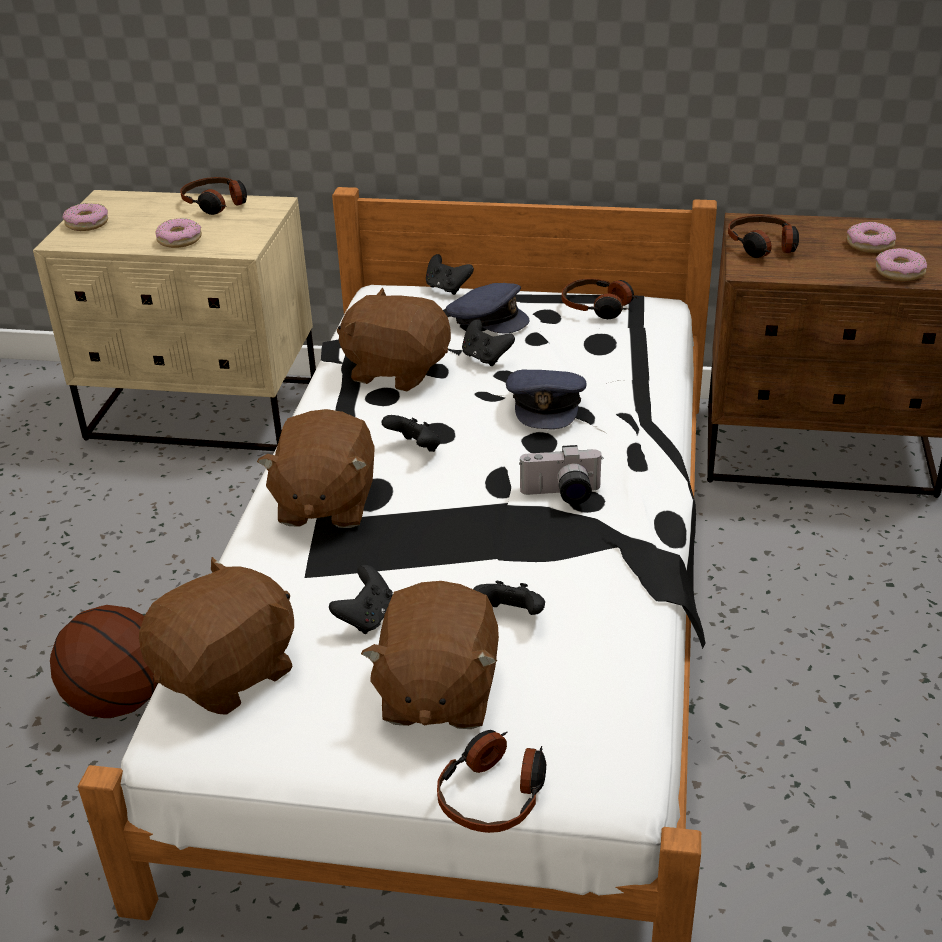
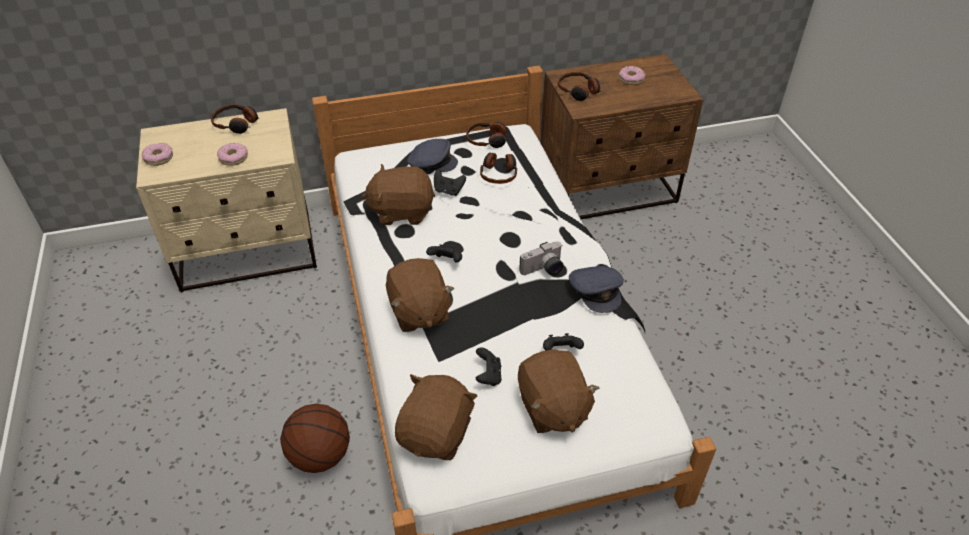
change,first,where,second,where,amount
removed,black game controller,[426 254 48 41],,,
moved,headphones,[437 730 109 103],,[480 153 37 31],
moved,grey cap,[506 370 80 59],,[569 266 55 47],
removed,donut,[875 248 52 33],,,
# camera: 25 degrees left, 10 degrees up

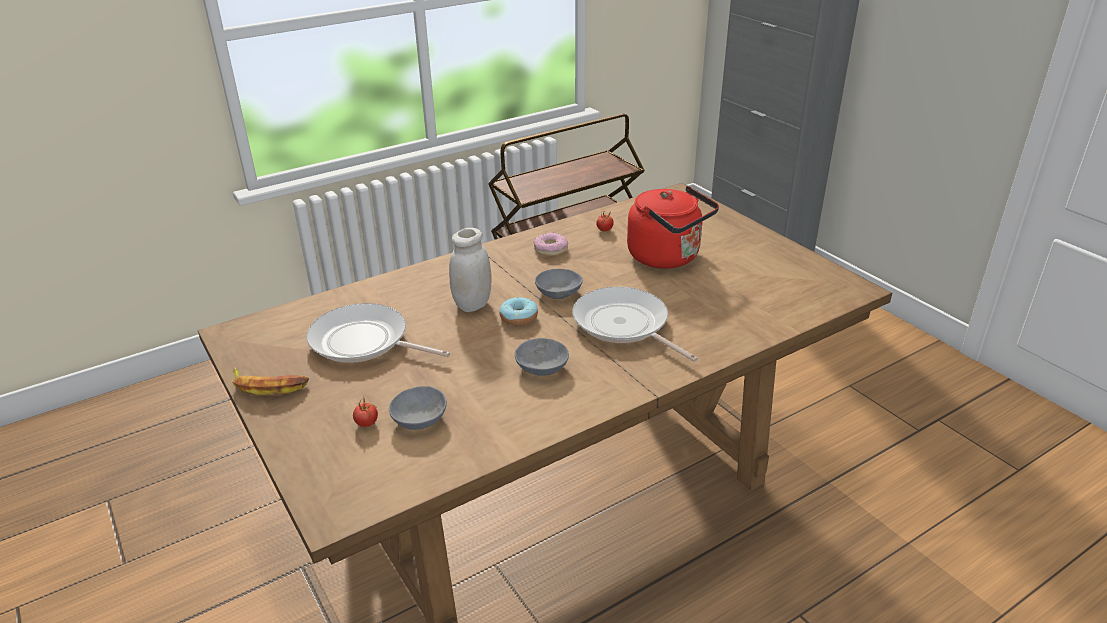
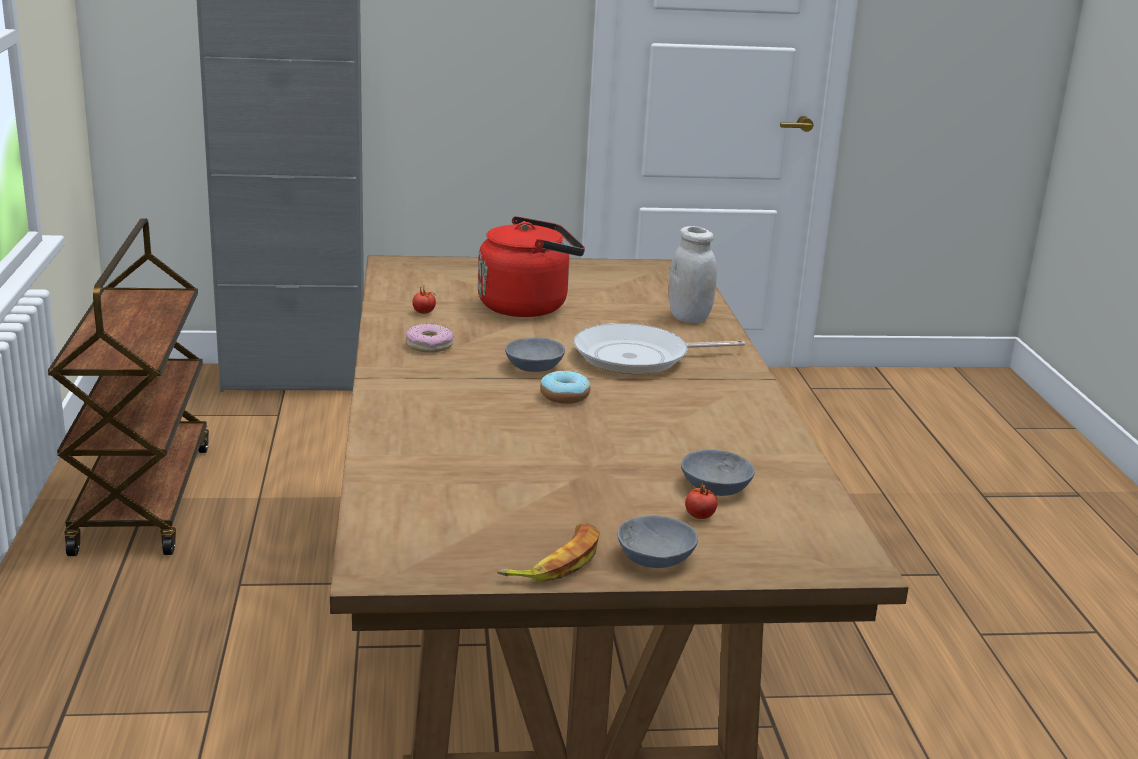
change,first,where,second,where,amount
removed,frying pan,[306 303 144 60],,,
moved,white jar,[449 228 42 84],,[669 226 48 97],
moved,grey bowl,[515 338 54 38],,[617 515 81 53],
# camera: 65 degrees left, 10 degrees down

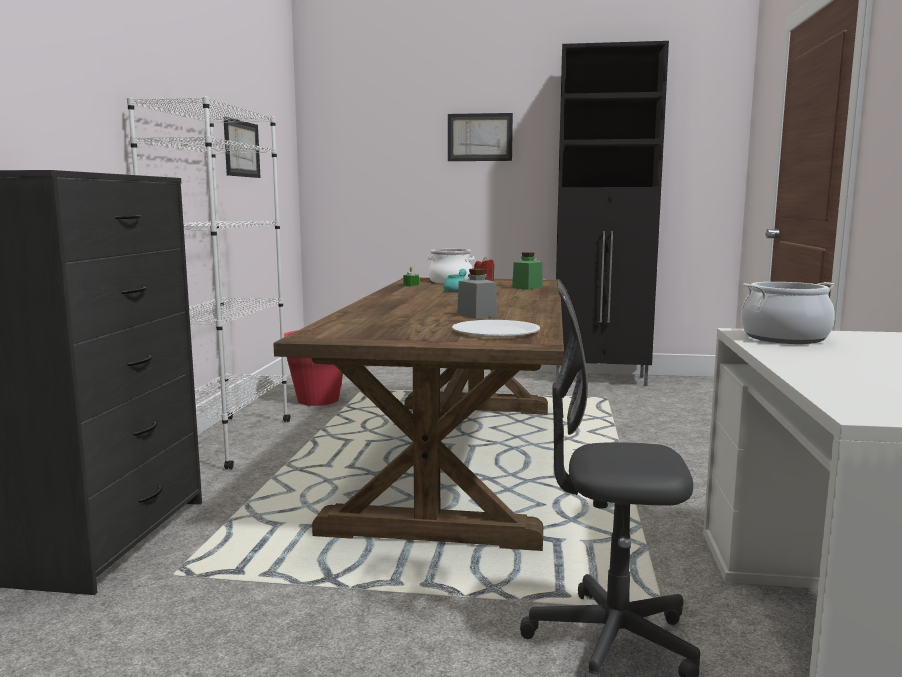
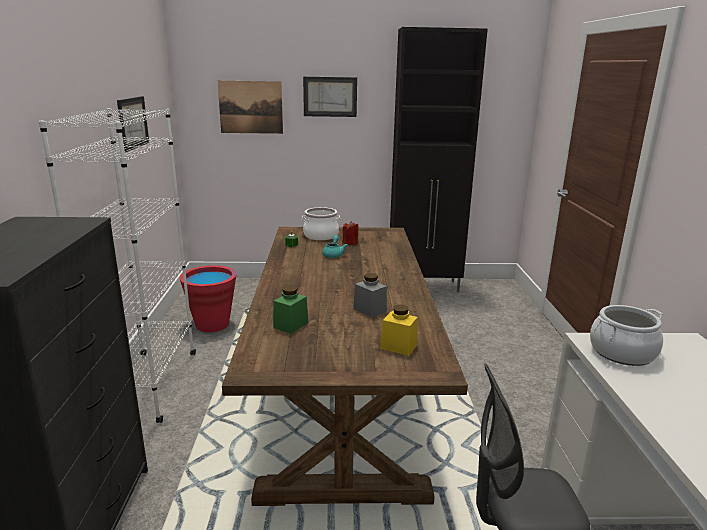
change,first,where,second,where,amount
replaced,white plate,[452 320 88 18],yellow jar,[380 305 38 51],
moved,green jar,[512 252 31 38],,[273 286 35 48],
added,,,picture,[218 81 65 53],
# camera: 10 degrees left, 10 degrees up

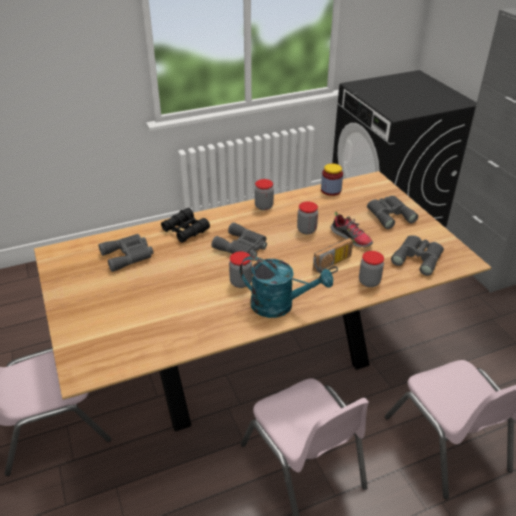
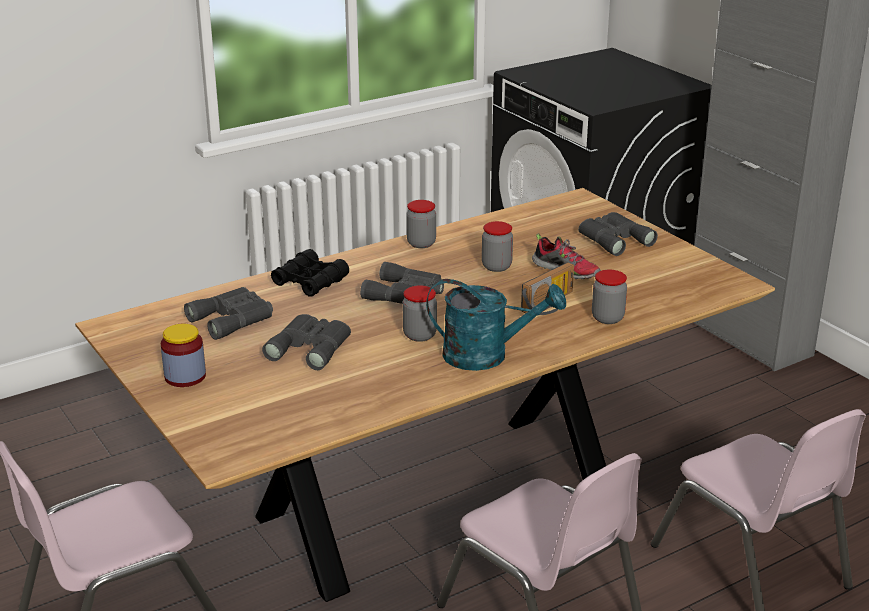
change,first,where,second,where,amount
moved,jar,[321 163 22 33],,[161 324 45 63],
moved,grey binoculars,[391 235 53 41],,[262 314 89 56],
# camera: 10 degrees left, 10 degrees down

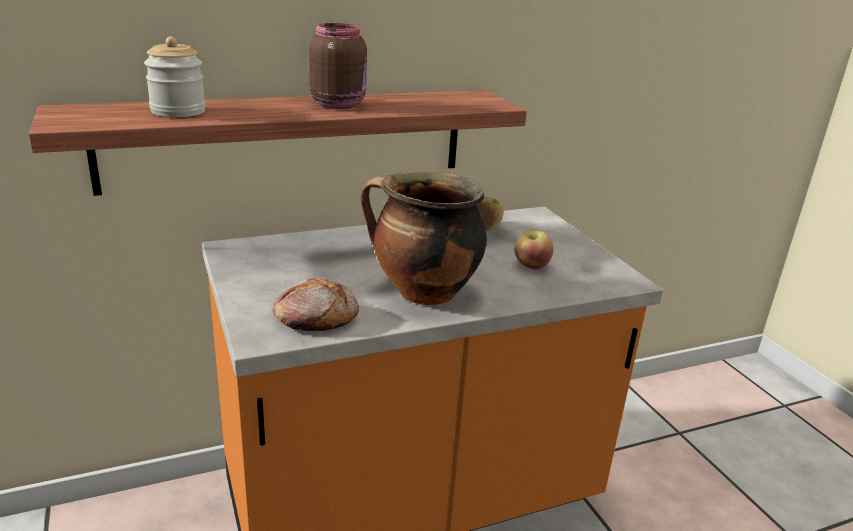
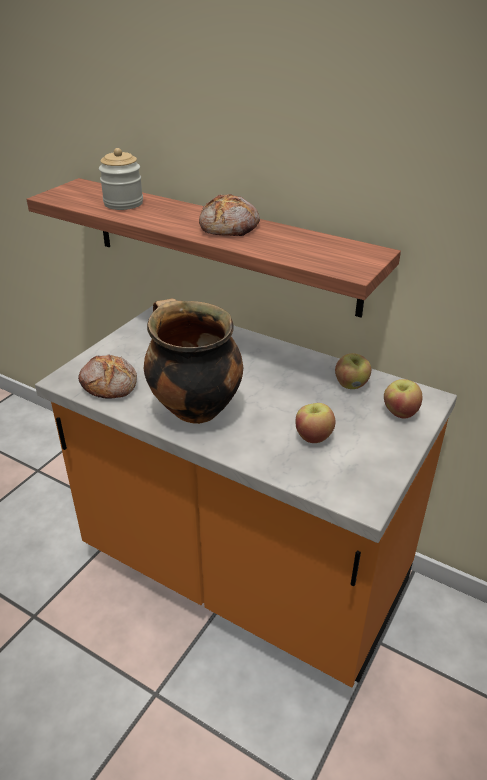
change,first,where,second,where,amount
replaced,brown jar,[309 23 58 86],bread,[199 194 61 42],
added,,,apple,[384 379 38 40],
# camera: 55 degrees right, 10 degrees up

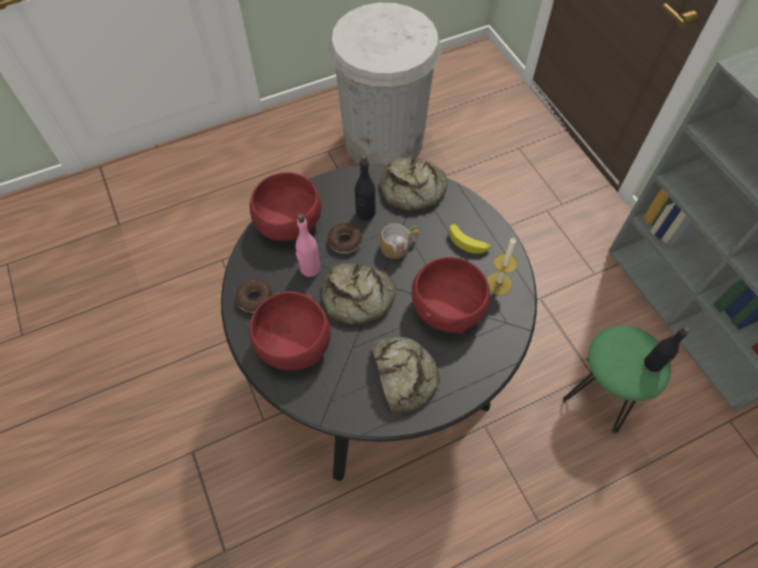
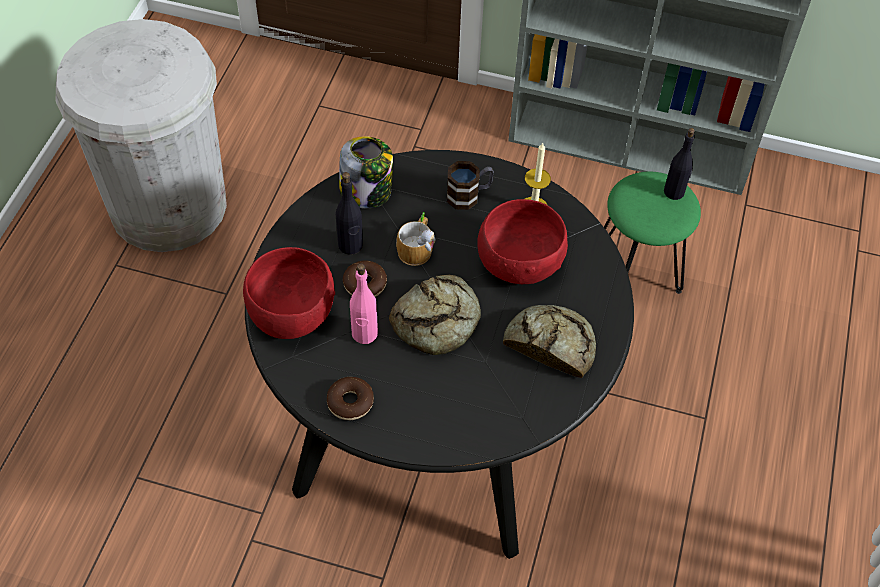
change,first,where,second,where,amount
removed,red bowl,[249 291 82 79],,,
replaced,bread,[381 157 67 54],jar,[339 136 54 73],
replaced,banana,[449 222 43 32],mug,[447 161 47 49],
# camera: 50 degrees left, 5 degrees down

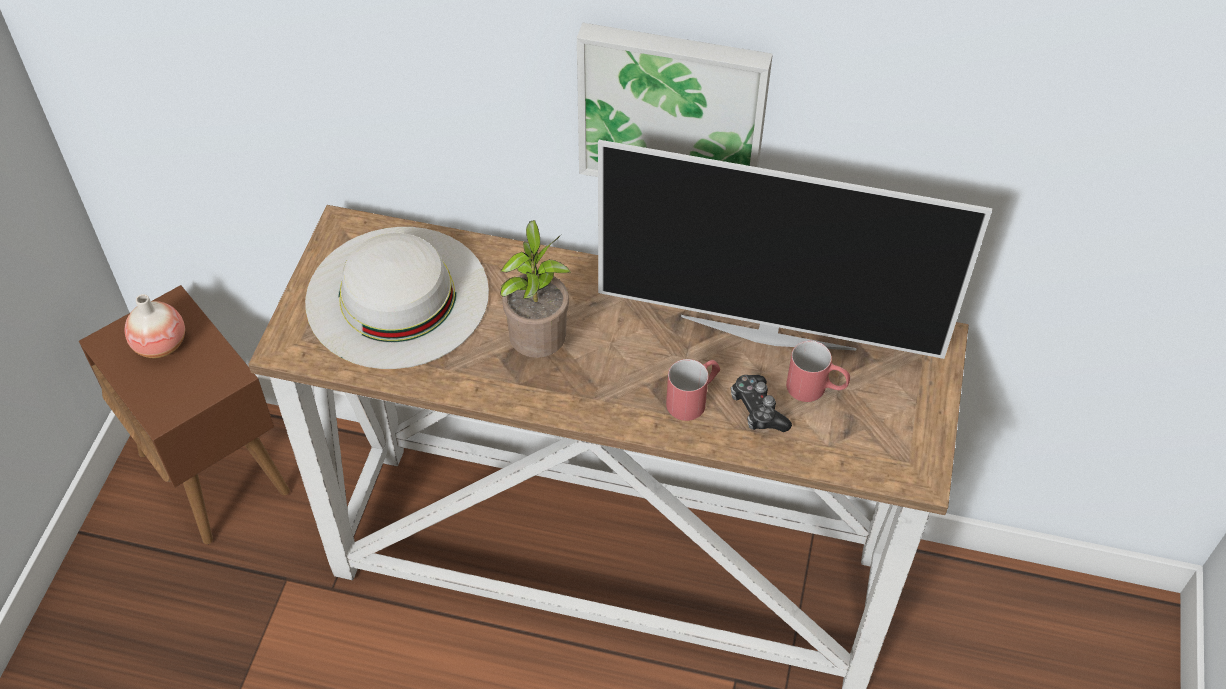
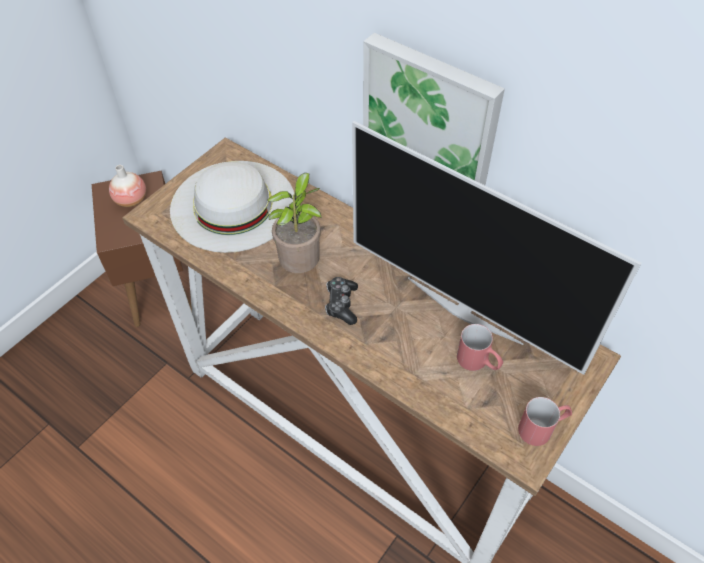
change,first,where,second,where,amount
moved,red mug,[666 359 54 62],,[518 397 54 49],
moved,game controller,[731 375 61 57],,[325 277 33 48],
# camera: 25 degrees right, 0 degrees up

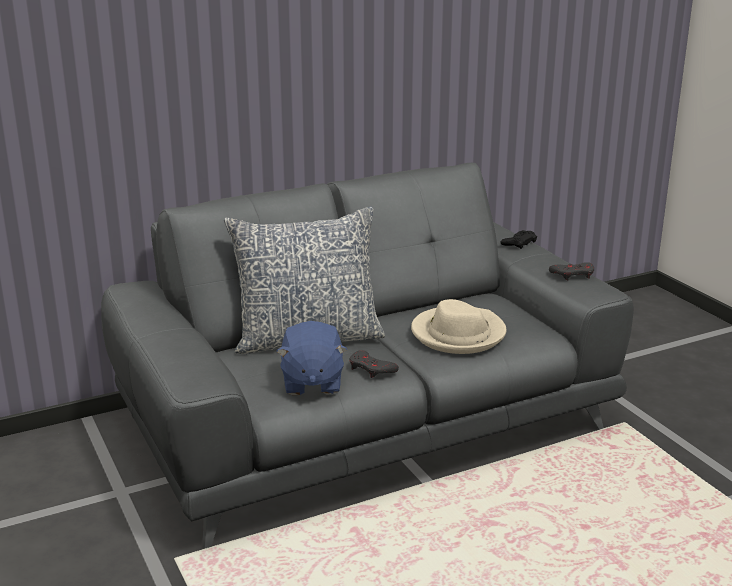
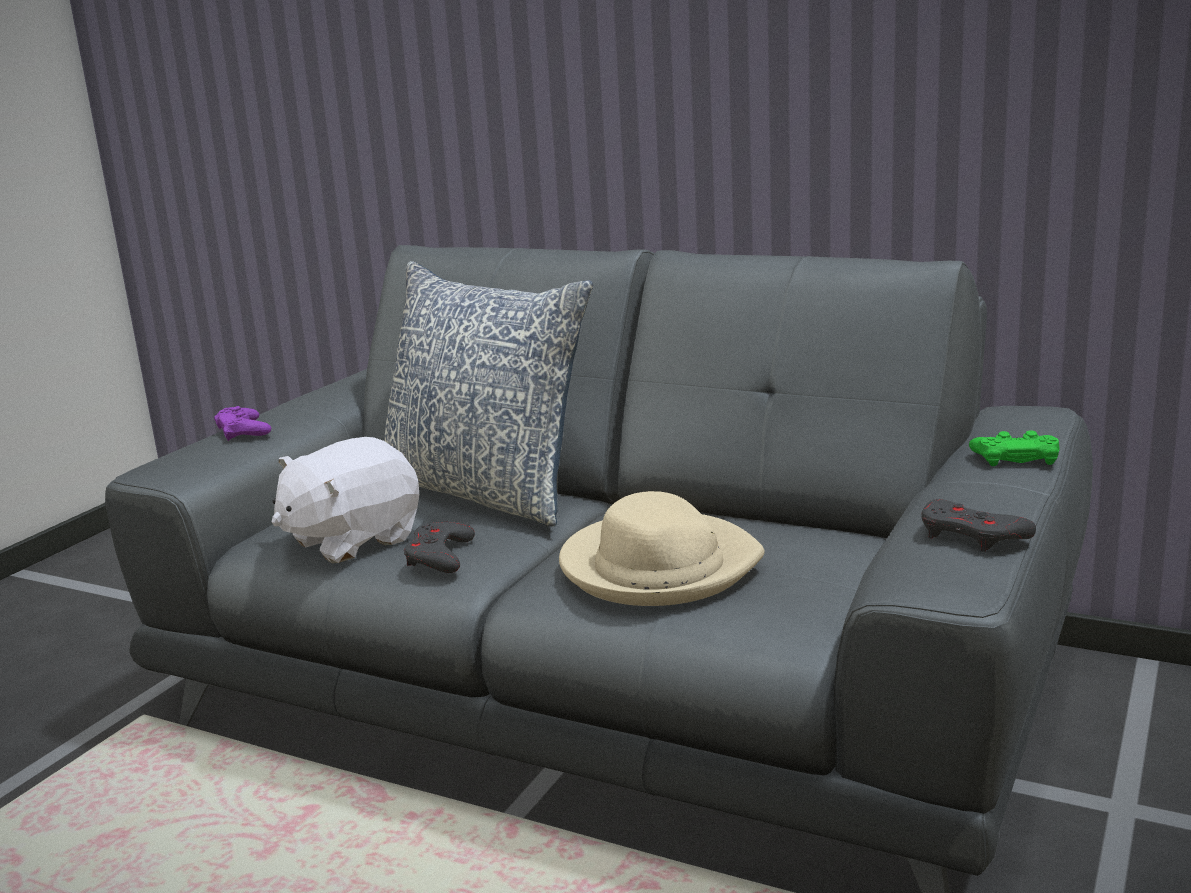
change,first,where,second,where,amount
recoloured,blue plush toy,[276 321 71 74],white plush toy,[272 437 147 127],
recoloured,black game controller,[501 230 36 19],green game controller,[969 430 91 36],
added,,,purple game controller,[214 406 57 35],
# camera: 55 degrees right, 5 degrees down

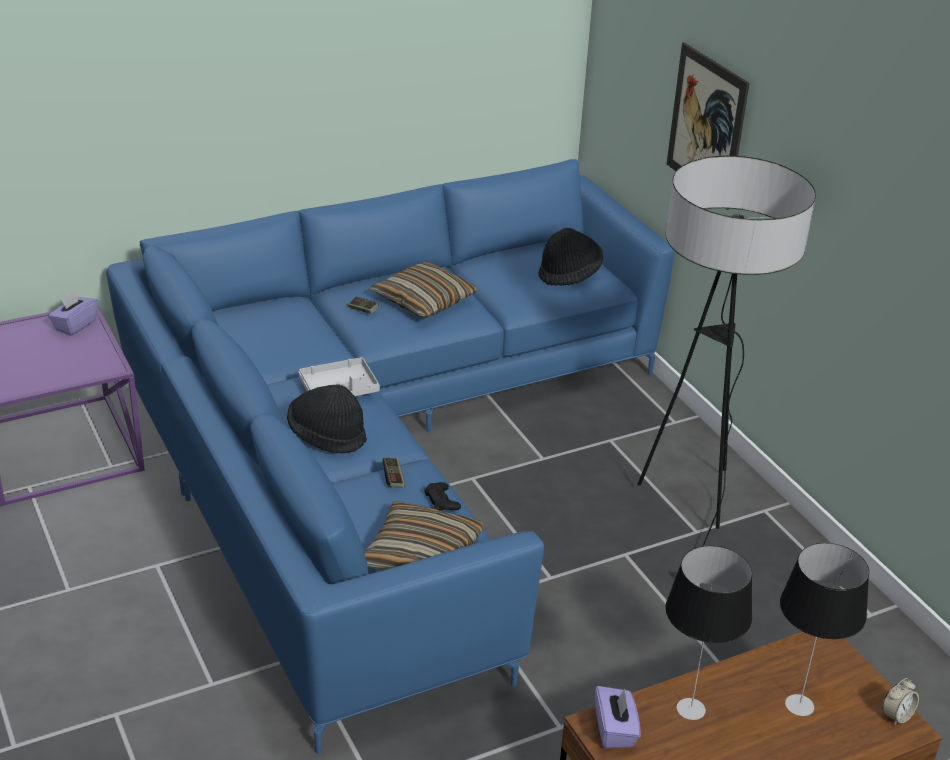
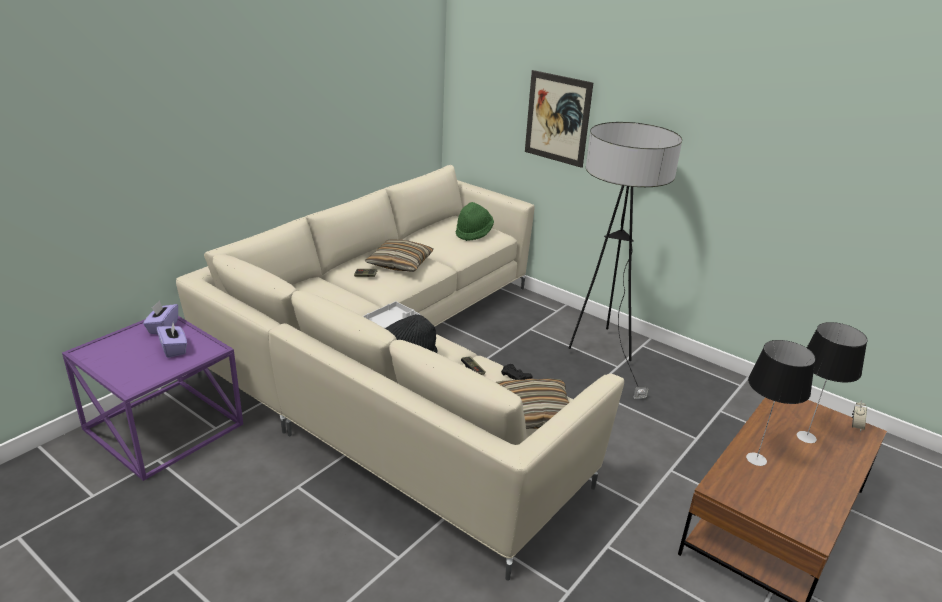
change,first,where,second,where,amount
recoloured,blue sofa,[106 159 568 595],beige sofa,[176 165 448 416],
recoloured,black hat,[538 228 65 58],green hat,[456 202 38 39],
moved,purple tissue box,[595 686 46 62],,[157 323 30 35],
# camera: 25 degrees left, 5 degrees down

